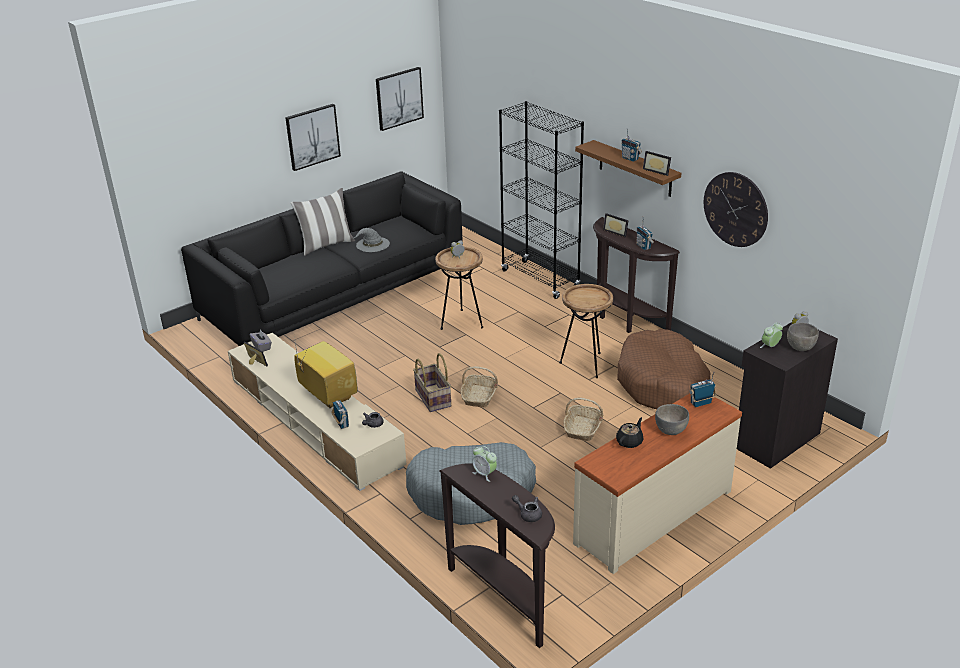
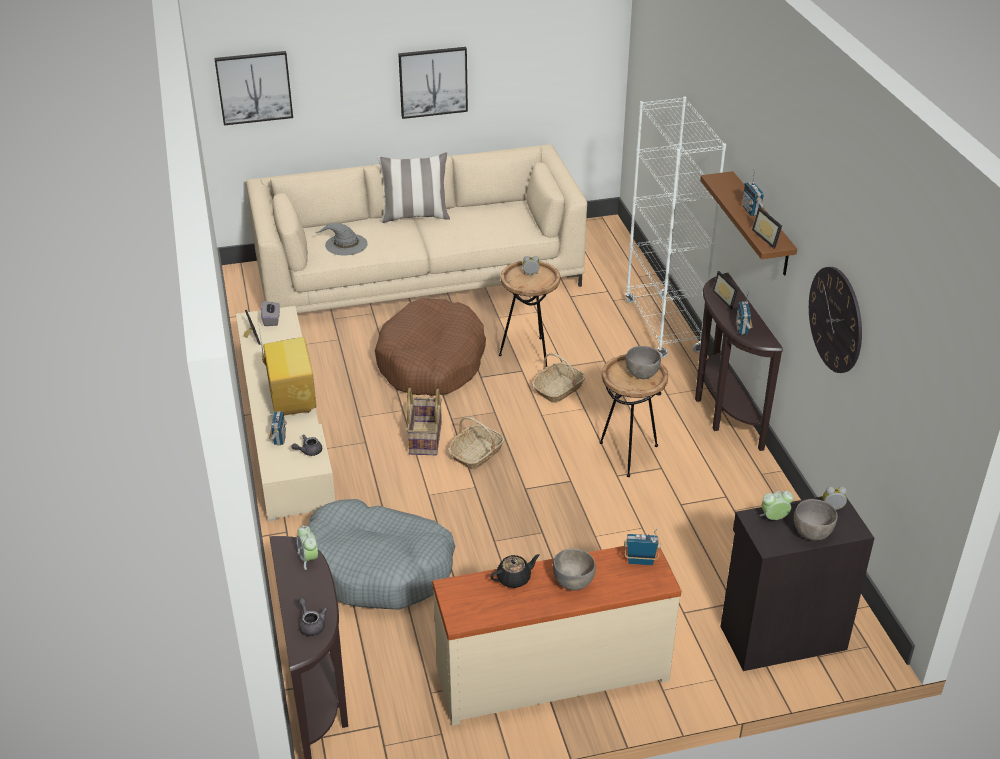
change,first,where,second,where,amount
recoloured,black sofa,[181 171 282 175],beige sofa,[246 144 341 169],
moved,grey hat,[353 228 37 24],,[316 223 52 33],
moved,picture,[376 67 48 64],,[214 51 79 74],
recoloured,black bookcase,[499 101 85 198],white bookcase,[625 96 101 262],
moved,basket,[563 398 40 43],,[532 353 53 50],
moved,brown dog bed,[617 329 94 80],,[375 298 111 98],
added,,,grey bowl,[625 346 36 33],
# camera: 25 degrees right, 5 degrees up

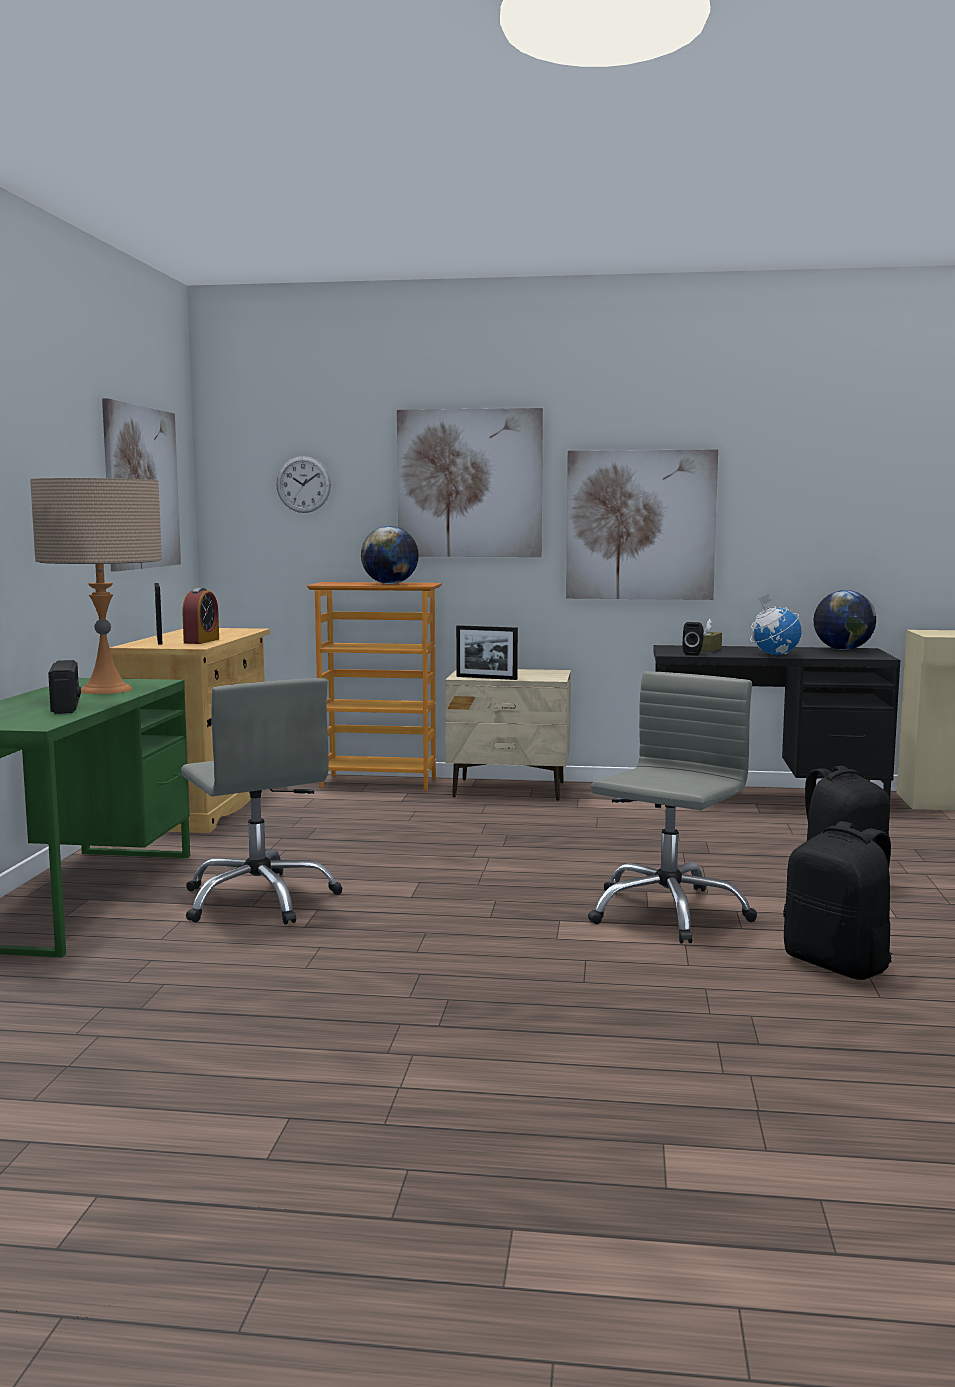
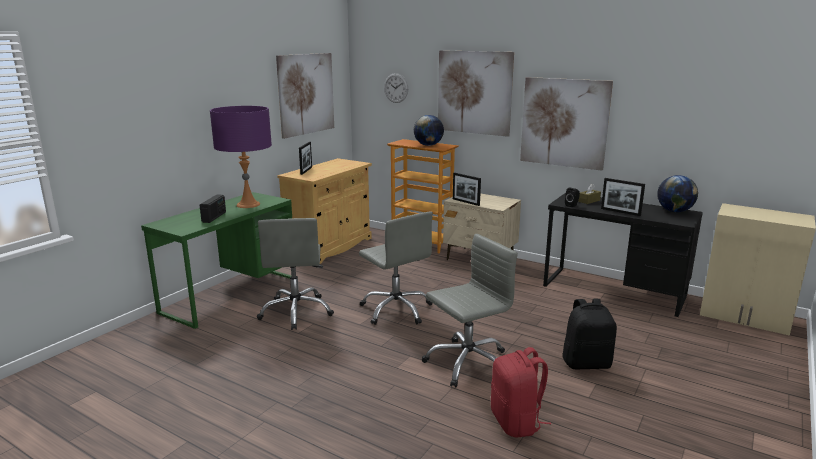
change,first,where,second,where,amount
recoloured,beige table lamp,[30 478 132 216],purple table lamp,[210 106 62 102],
removed,alarm clock,[182 588 37 56],,,
replaced,globe,[750 593 51 62],picture frame,[601 178 44 38],
recoloured,black backpack,[783 821 109 159],red backpack,[491 347 60 91],
added,,,grey office chair,[359 212 74 113],
# camera: 25 degrees right, 10 degrees up

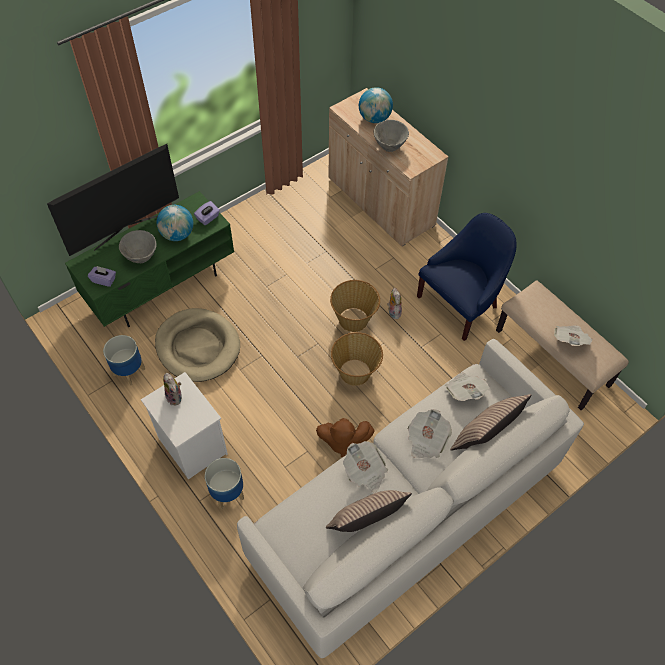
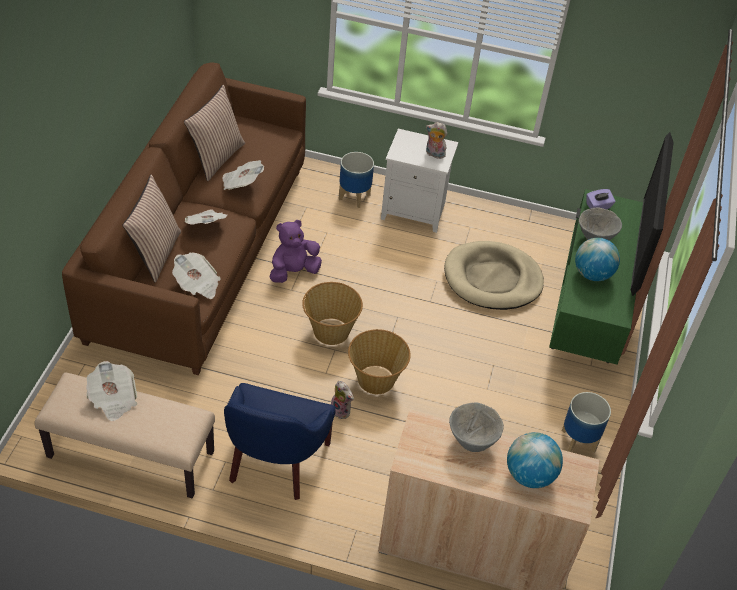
change,first,where,second,where,amount
moved,planter,[103 335 42 51],,[562 392 49 61],
removed,purple tissue box,[194 201 26 24],,,
recoloured,white sofa,[237 339 347 319],brown sofa,[62 63 244 312],
recoloured,brown plush toy,[316 418 59 39],purple plush toy,[270 220 52 63],
# camera: 140 degrees right, 10 degrees down

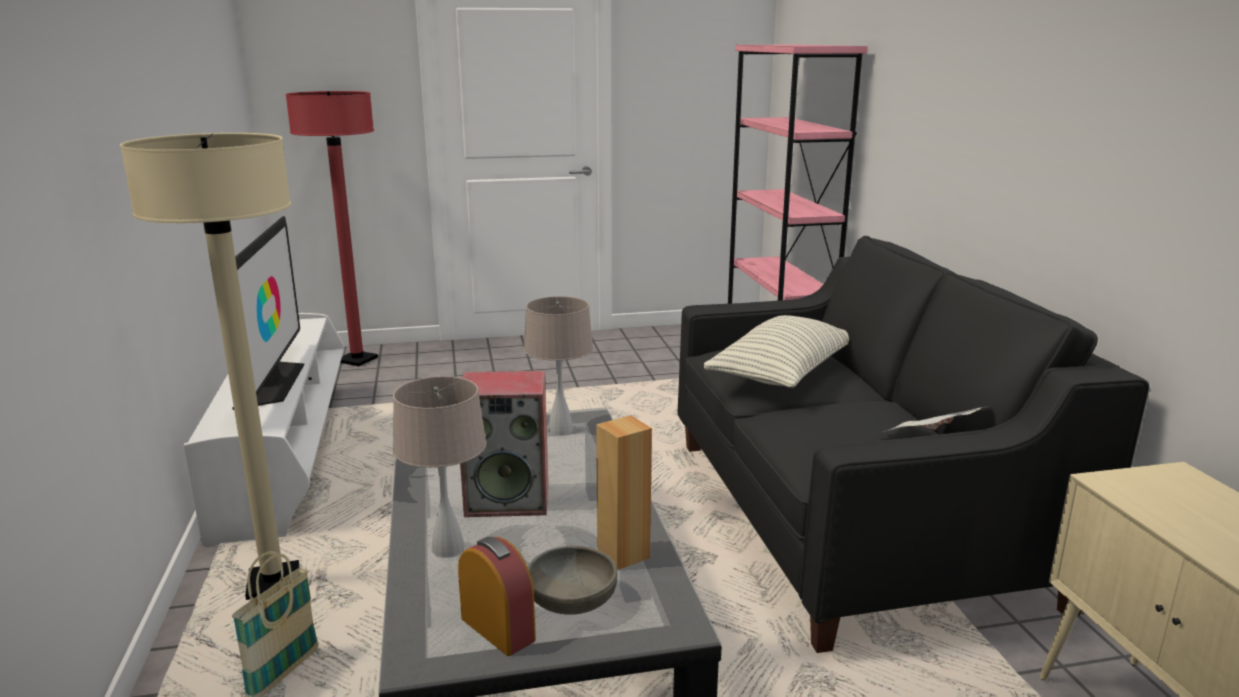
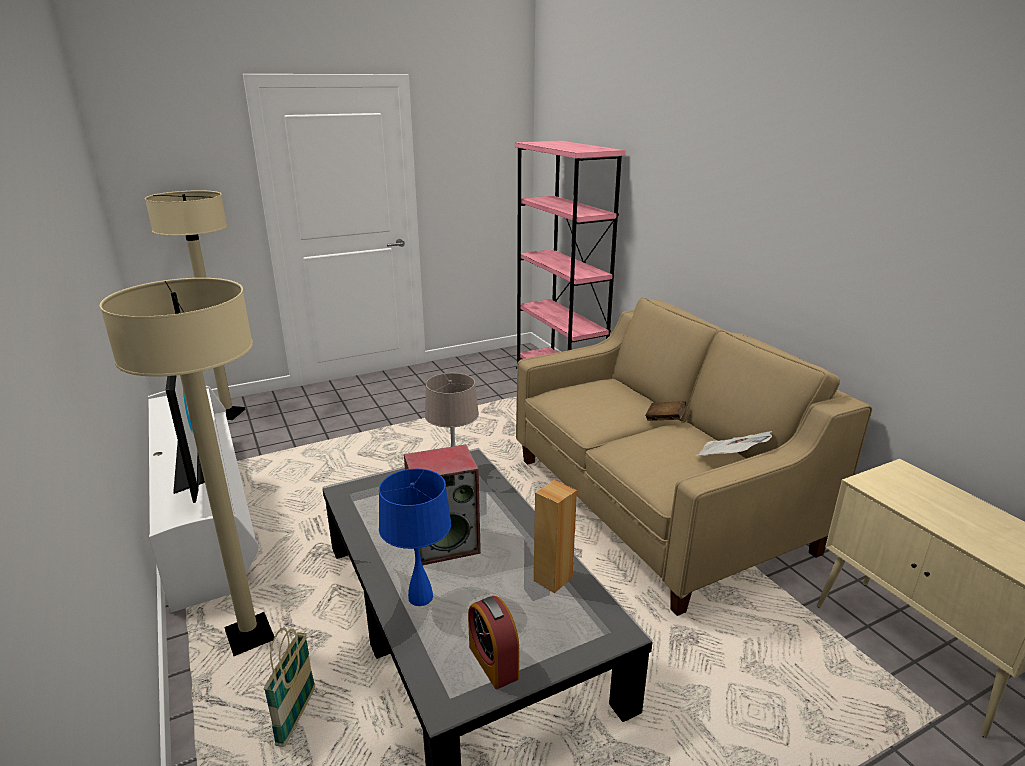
change,first,where,second,where,amount
recoloured,red floor lamp,[285 91 93 275],beige floor lamp,[145 190 100 230],
recoloured,beige table lamp,[393 376 93 182],blue table lamp,[379 469 72 137],
turned,alarm clock,[458 537 78 119],,[468 596 51 93],150 degrees counterclockwise
removed,grey bowl,[528 546 89 69],,,
recoloured,black sofa,[678 236 471 417],beige sofa,[516 297 356 319],
removed,pillow,[704 315 145 73],,,
added,,,brown book,[645 401 41 20],
# camera: 15 degrees left, 5 degrees up

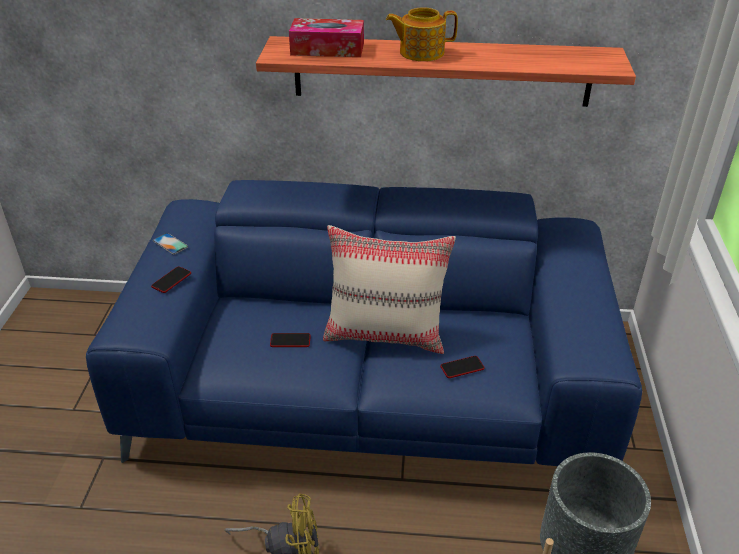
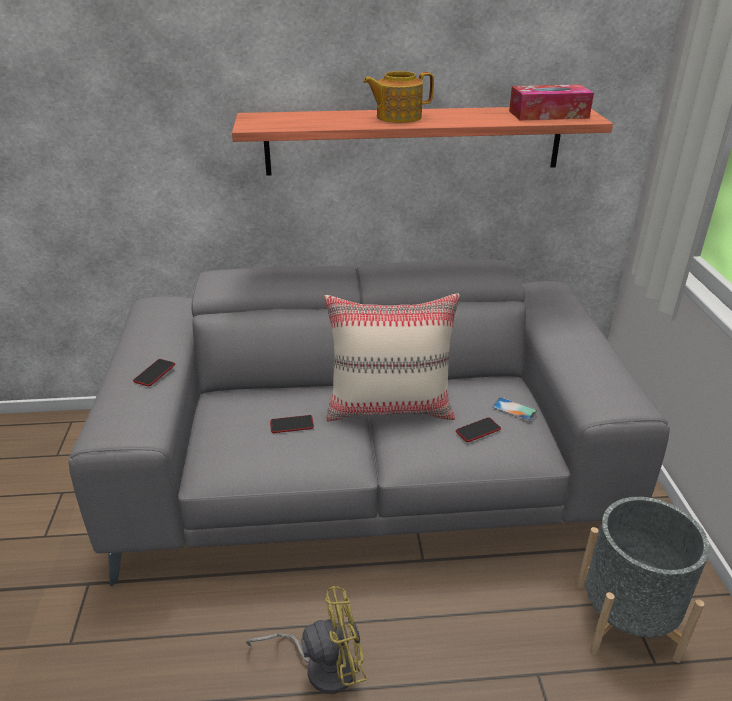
change,first,where,second,where,amount
recoloured,blue sofa,[86 180 556 286],grey sofa,[68 260 602 326],
moved,phone,[153 233 35 22],,[492 398 45 23],
moved,tissue box,[289 18 75 39],,[509 84 85 36],
# camera: 10 degrees left, 5 degrees down

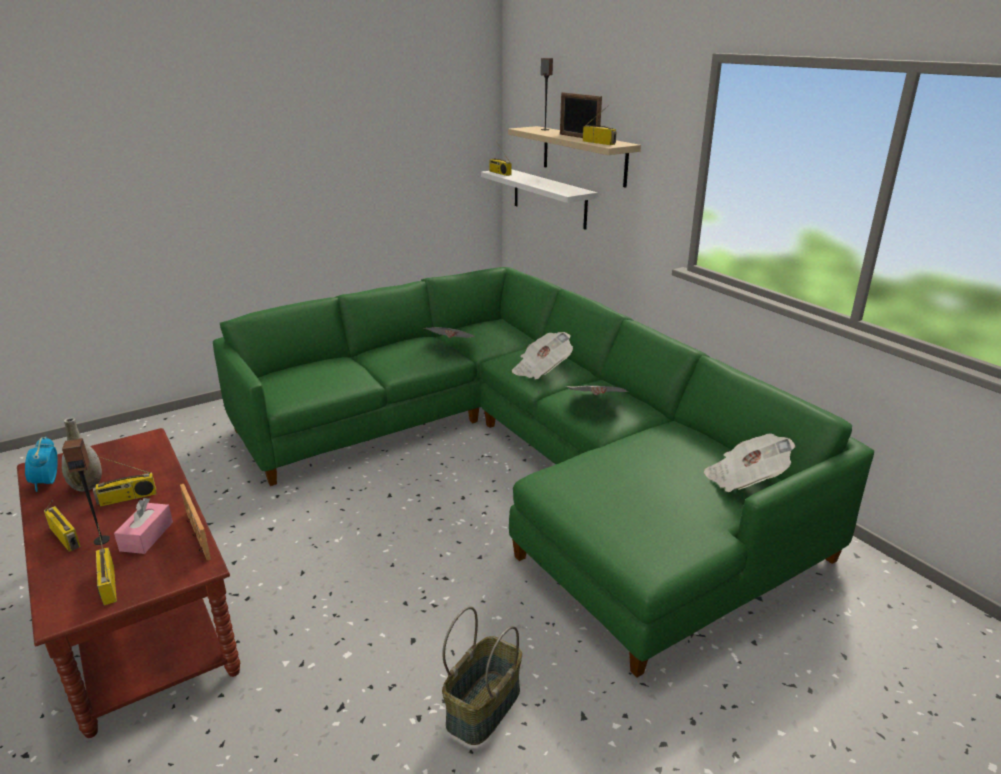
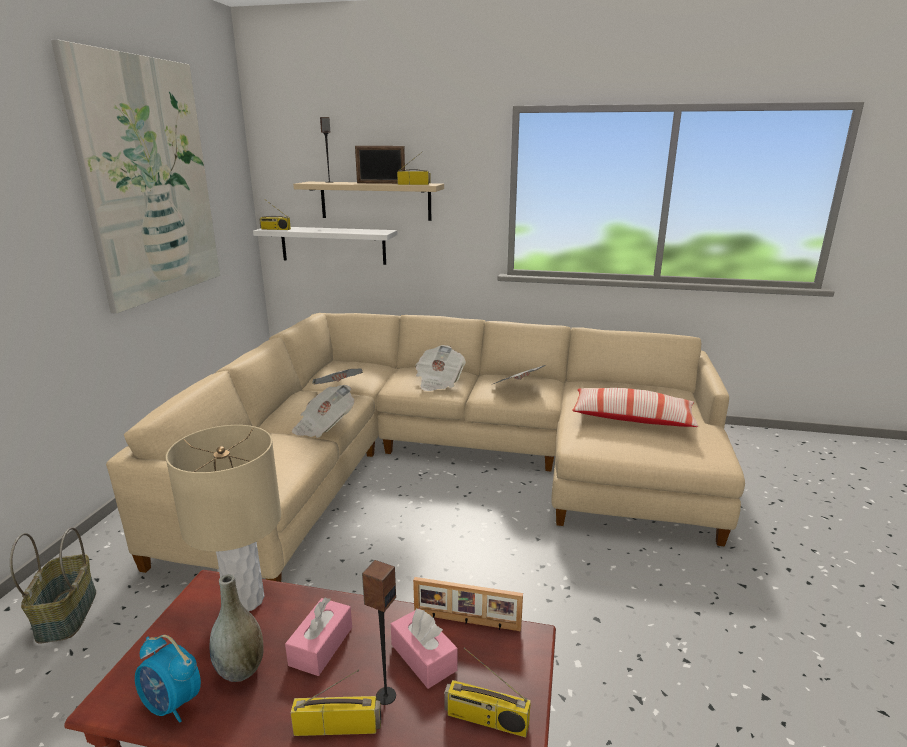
change,first,where,second,where,amount
replaced,radio,[93 456 64 51],pink tissue box,[285 598 67 78],
recoloured,green sofa,[213 267 661 411],beige sofa,[106 313 639 269],
moved,basket,[442 607 80 138],,[10 527 86 116],
moved,newspaper,[704 433 92 59],,[292 385 62 53],
added,,,picture,[51 40 169 274],
added,,,beige table lamp,[166 425 115 186],
added,,,pillow,[572 388 126 39],
# camera: 45 degrees left, 5 degrees down

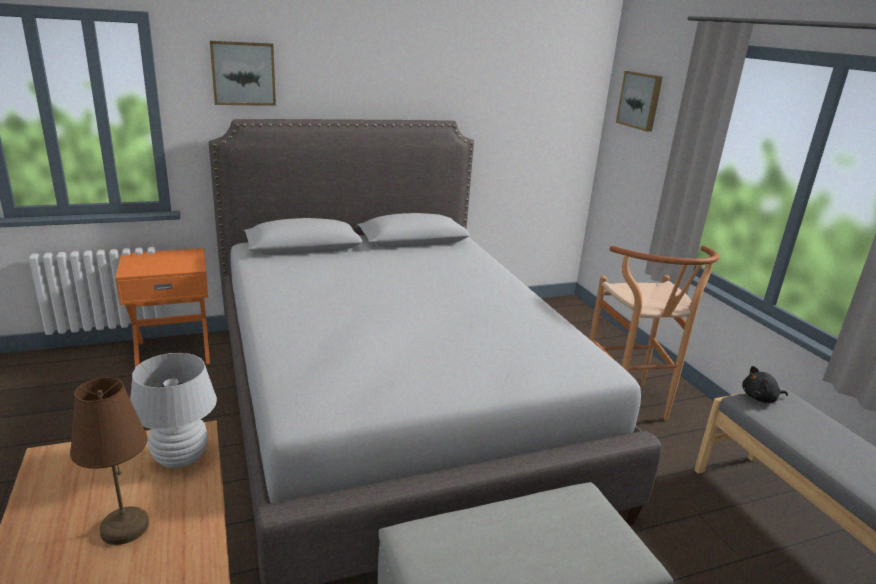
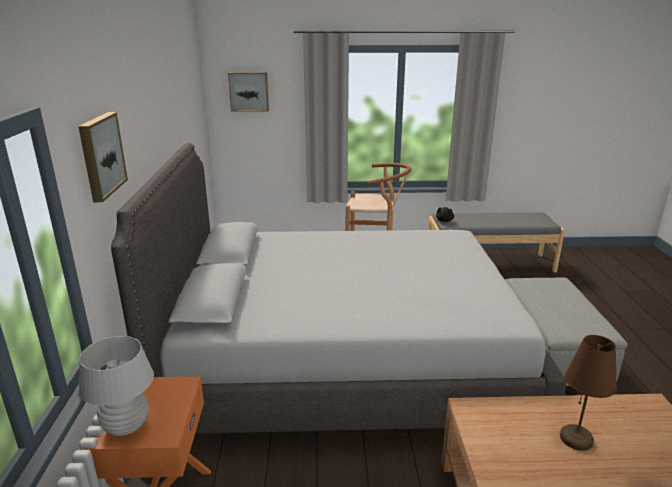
change,first,where,second,where,amount
moved,white table lamp,[130 353 87 115],,[79 336 75 100],
# camera: 70 degrees left, 0 degrees up

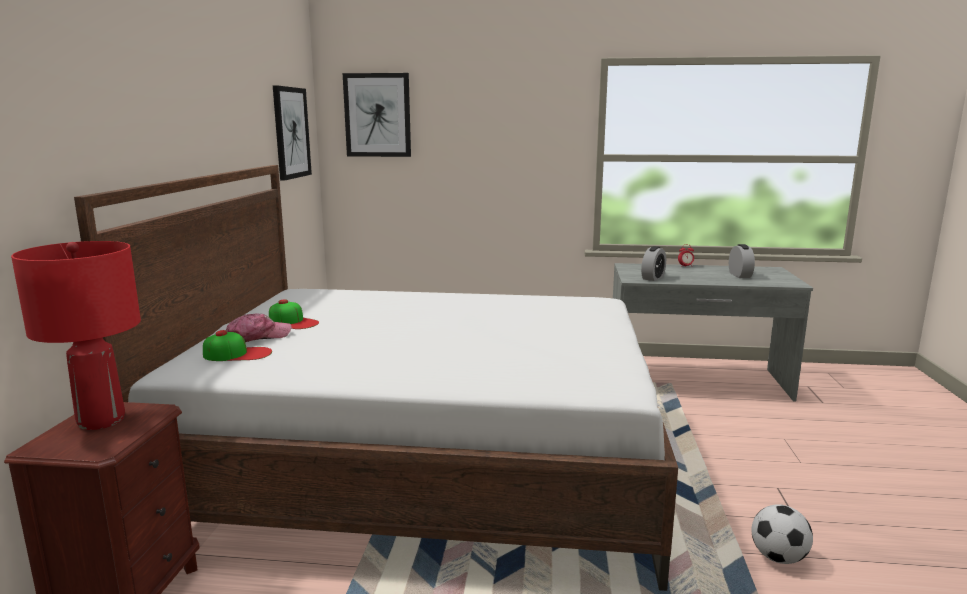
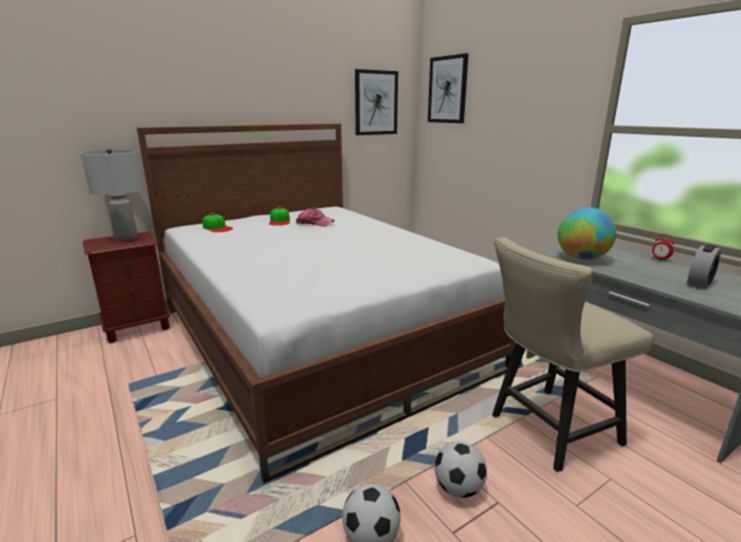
change,first,where,second,where,amount
recoloured,red table lamp,[11 241 130 189],grey table lamp,[81 148 62 93],
moved,cap,[226 313 66 29],,[296 208 39 19],
replaced,alarm clock,[641 246 25 35],globe,[558 207 58 53],
added,,,football,[434 441 53 57],
added,,,beige chair,[492 237 162 235],
# camera: 50 degrees right, 5 degrees up

